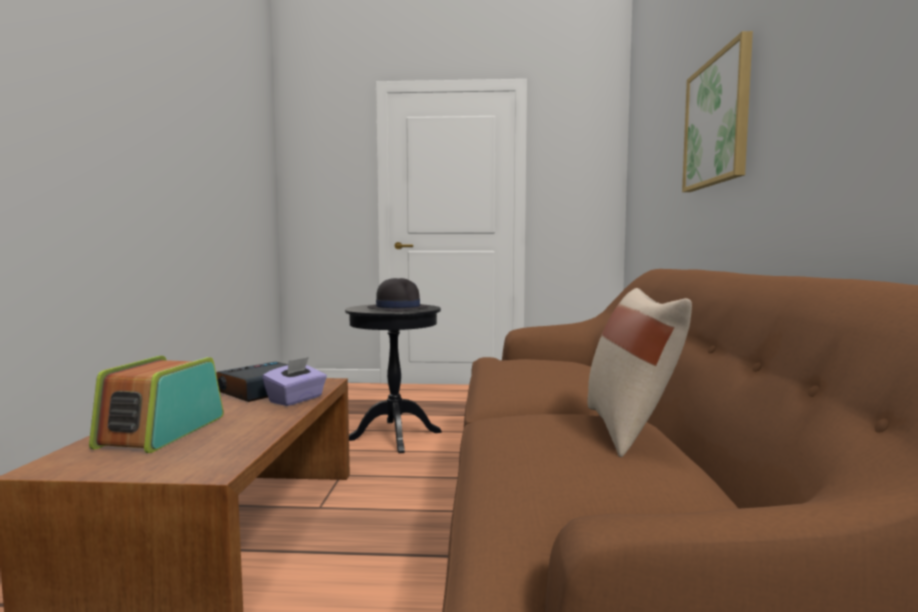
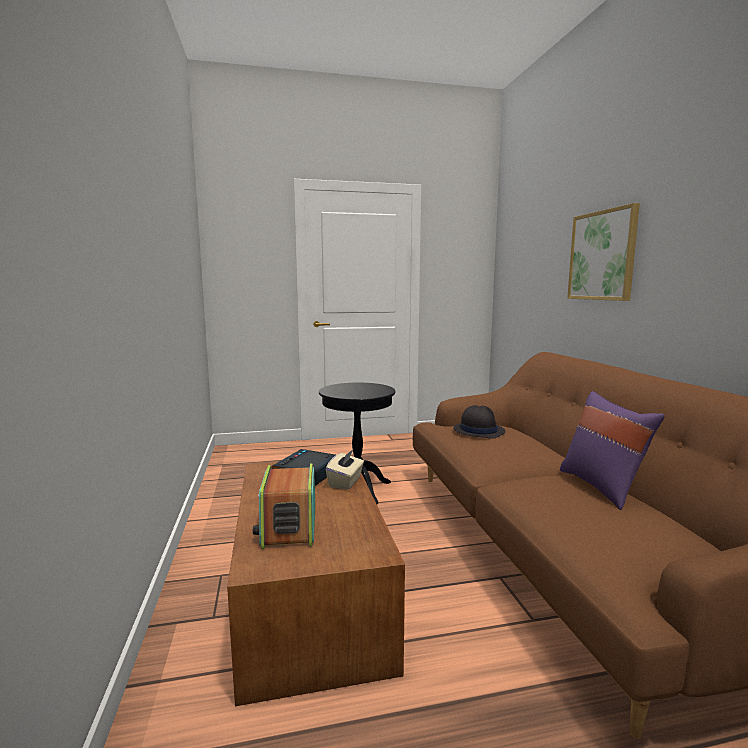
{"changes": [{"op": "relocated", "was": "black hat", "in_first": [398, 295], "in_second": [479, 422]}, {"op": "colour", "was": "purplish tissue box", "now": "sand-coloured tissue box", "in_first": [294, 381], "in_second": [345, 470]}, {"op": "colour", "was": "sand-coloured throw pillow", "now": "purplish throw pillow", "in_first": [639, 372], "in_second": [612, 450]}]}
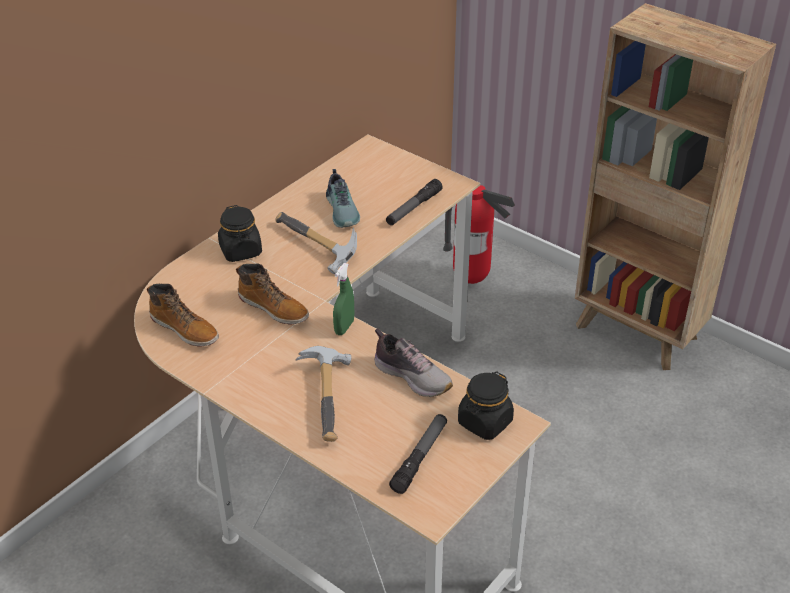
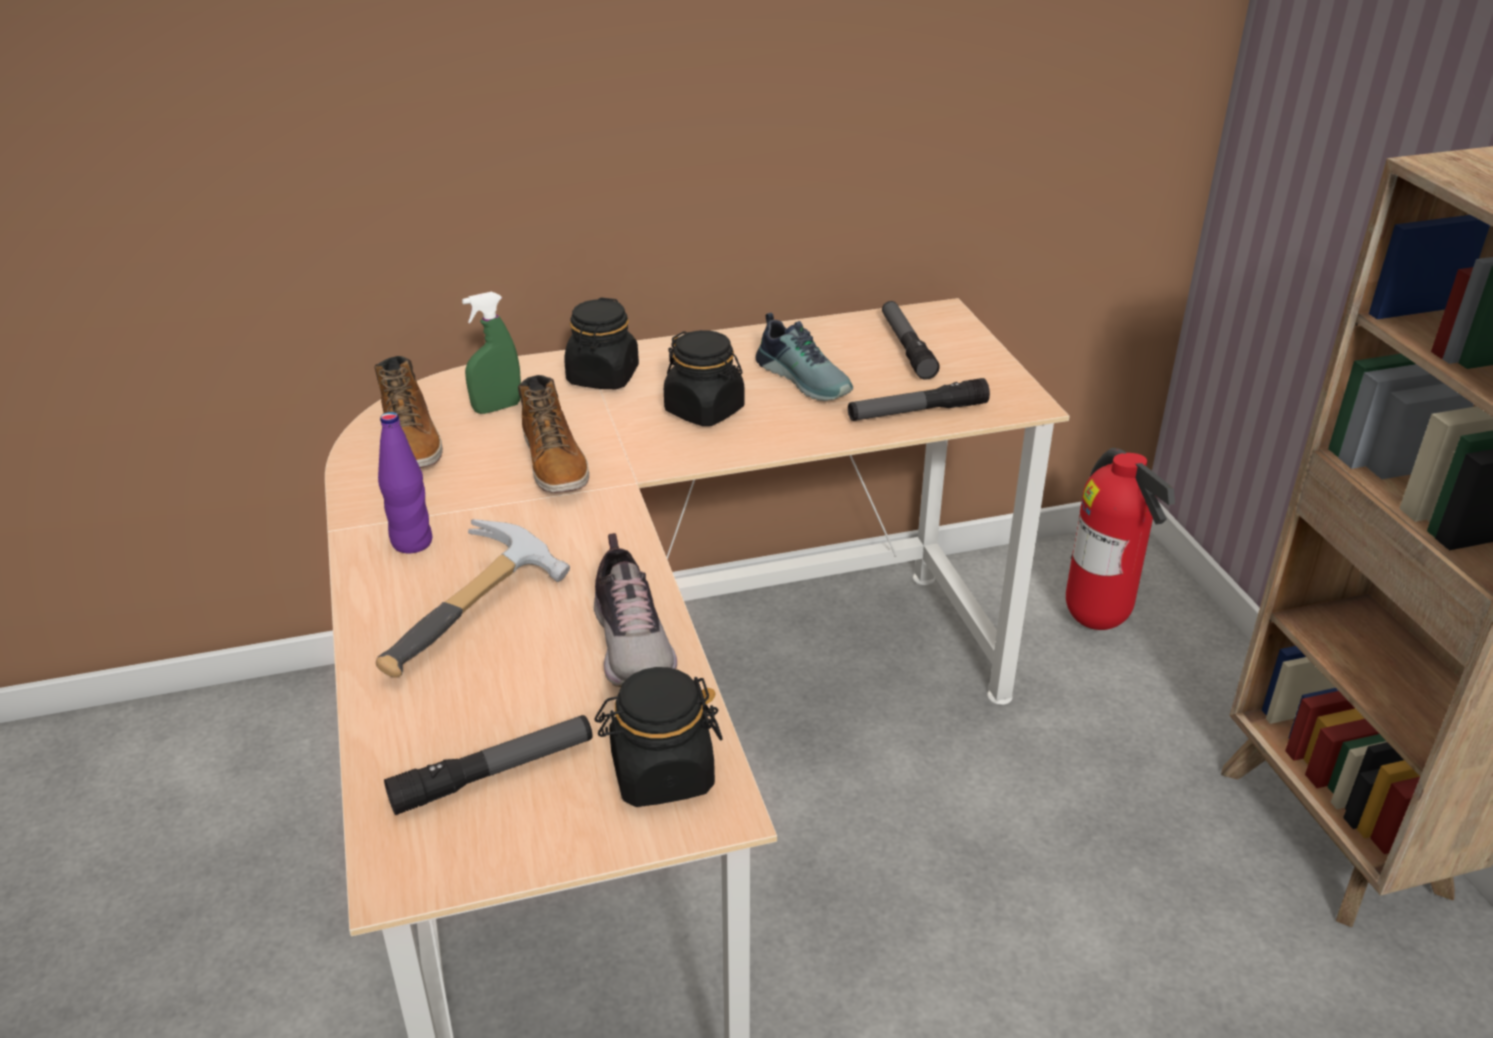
{"changes": [{"op": "appeared", "now": "purplish bottle", "in_second": [405, 482]}, {"op": "appeared", "now": "torch", "in_second": [911, 340]}, {"op": "relocated", "was": "greenish hand sprayer", "in_first": [343, 299], "in_second": [491, 353]}, {"op": "exchanged", "was": "hand hammer", "now": "black preserve jar", "in_first": [316, 243], "in_second": [704, 378]}, {"op": "spun", "was": "item of footwear", "in_first": [343, 198], "in_second": [804, 357], "clockwise": -60}]}
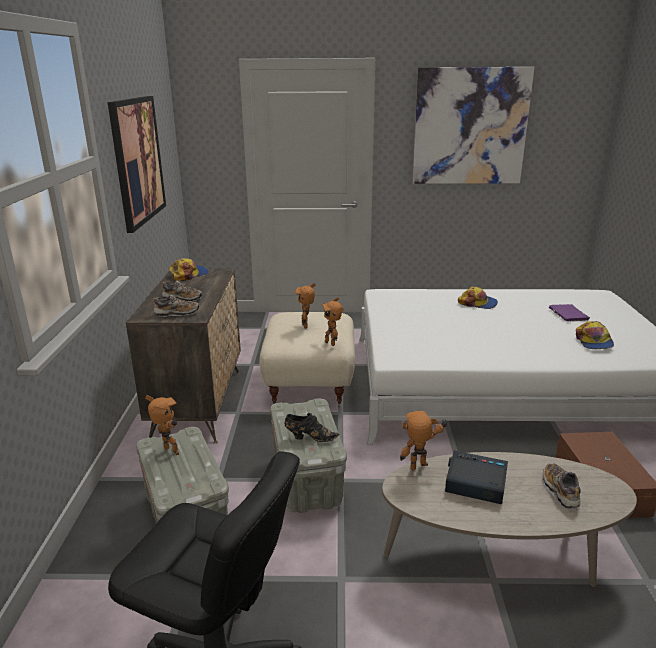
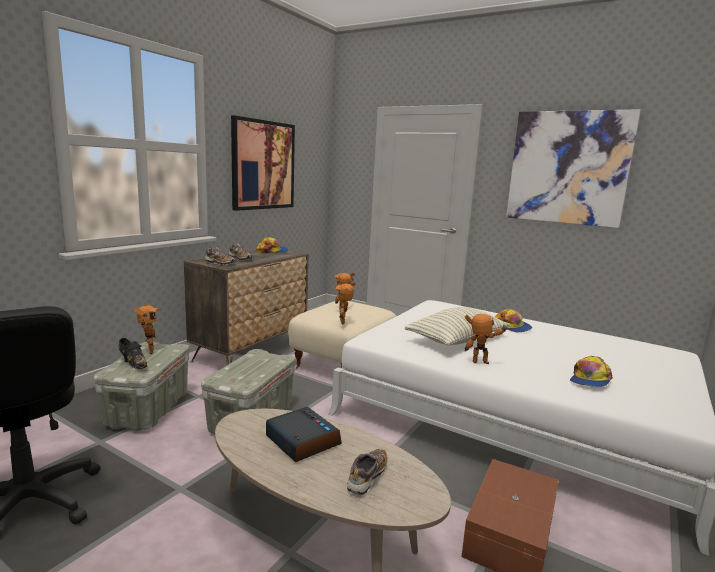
{"changes": [{"op": "missing", "was": "purplish volume", "in_first": [569, 313]}, {"op": "appeared", "now": "throw pillow", "in_second": [457, 326]}, {"op": "relocated", "was": "black item of footwear", "in_first": [312, 427], "in_second": [132, 353]}, {"op": "relocated", "was": "toy robot", "in_first": [424, 441], "in_second": [486, 339]}]}
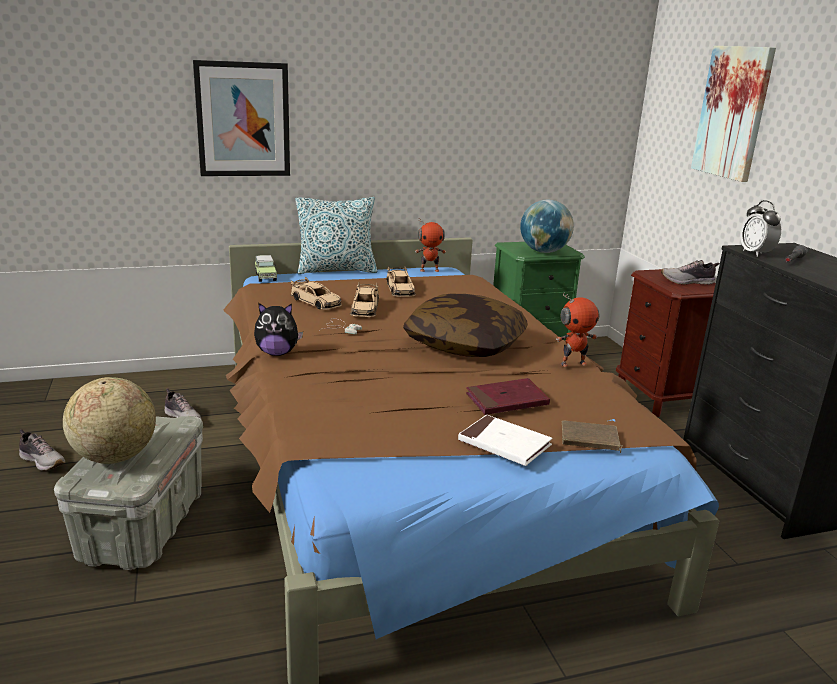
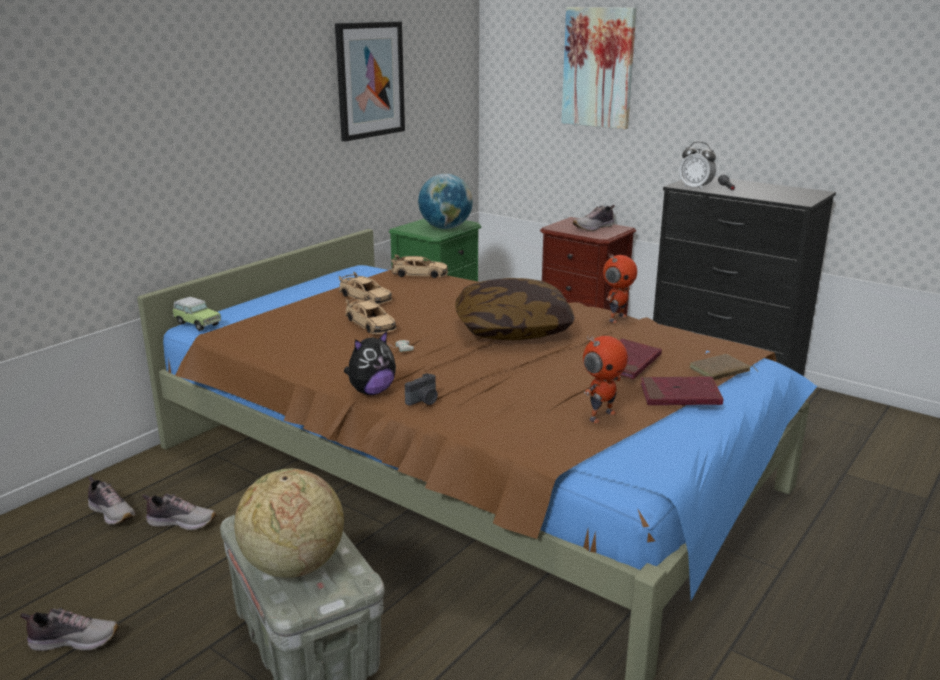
{"changes": [{"op": "missing", "was": "throw pillow", "in_first": [336, 235]}, {"op": "appeared", "now": "item of footwear", "in_second": [111, 500]}, {"op": "appeared", "now": "photo camera", "in_second": [421, 389]}, {"op": "relocated", "was": "wall art", "in_first": [241, 118], "in_second": [370, 81]}, {"op": "relocated", "was": "sand-coloured model car", "in_first": [316, 293], "in_second": [419, 266]}, {"op": "relocated", "was": "toy robot", "in_first": [430, 245], "in_second": [605, 379]}, {"op": "colour", "was": "white volume", "now": "reddish volume", "in_first": [505, 440], "in_second": [682, 390]}]}
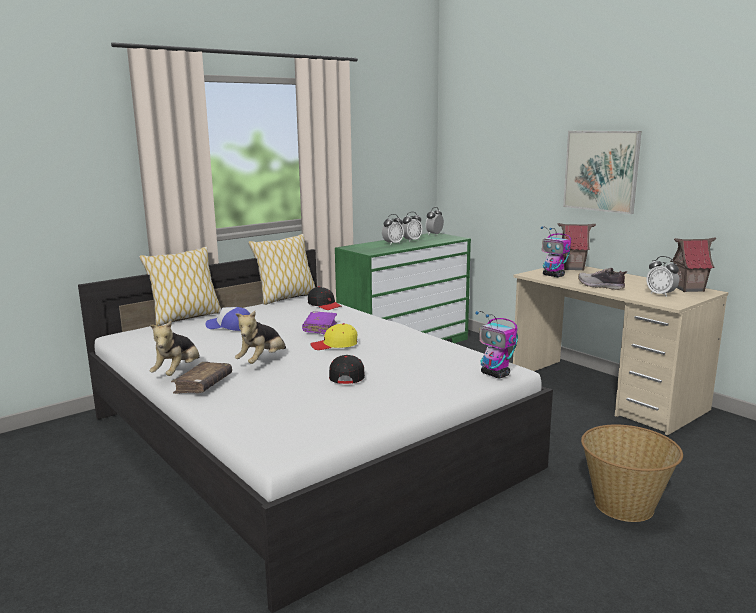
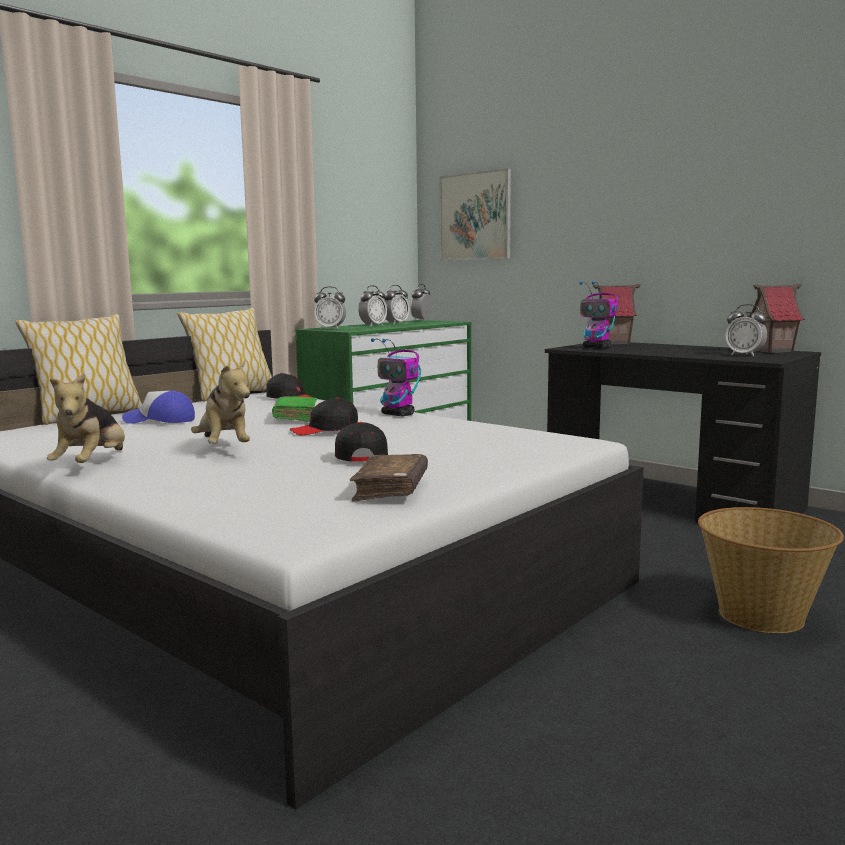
{"changes": [{"op": "missing", "was": "item of footwear", "in_first": [602, 279]}, {"op": "appeared", "now": "table clock", "in_second": [330, 307]}, {"op": "relocated", "was": "brown volume", "in_first": [201, 378], "in_second": [389, 477]}, {"op": "relocated", "was": "toy robot", "in_first": [496, 344], "in_second": [396, 377]}, {"op": "relocated", "was": "wall art", "in_first": [602, 172], "in_second": [475, 214]}, {"op": "colour", "was": "purplish volume", "now": "greenish volume", "in_first": [319, 322], "in_second": [294, 409]}, {"op": "colour", "was": "yellow-coloured peaked cap", "now": "black peaked cap", "in_first": [333, 336], "in_second": [324, 416]}, {"op": "colour", "was": "sand-coloured desk unit", "now": "black desk unit", "in_first": [621, 351], "in_second": [683, 432]}, {"op": "spun", "was": "plush toy", "in_first": [260, 337], "in_second": [220, 402], "clockwise": -45}]}
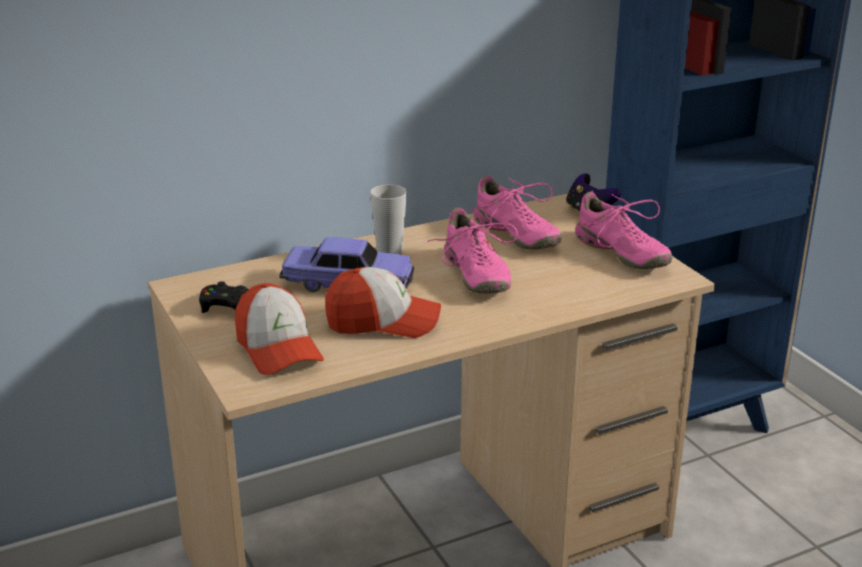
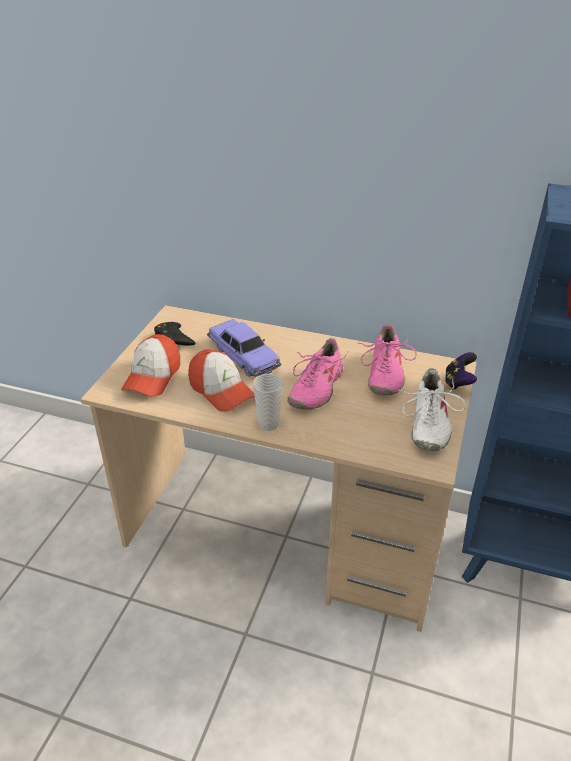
{"changes": [{"op": "relocated", "was": "small cup", "in_first": [388, 219], "in_second": [268, 402]}, {"op": "colour", "was": "pink-coloured item of footwear", "now": "white item of footwear", "in_first": [624, 230], "in_second": [432, 409]}]}
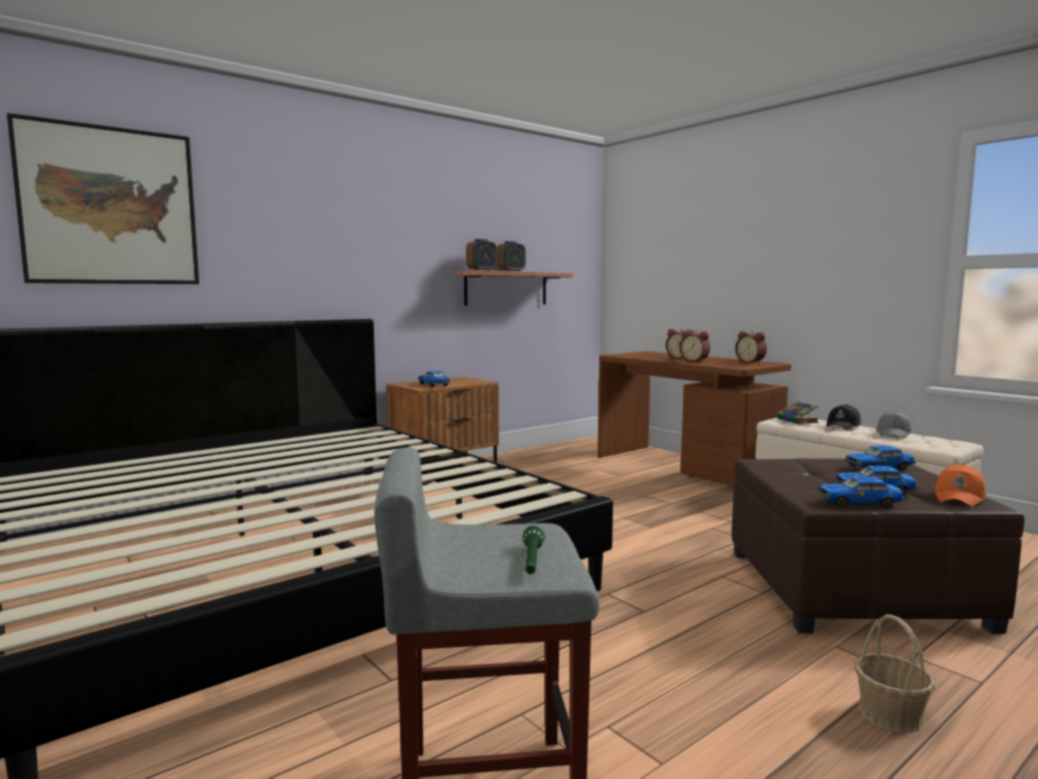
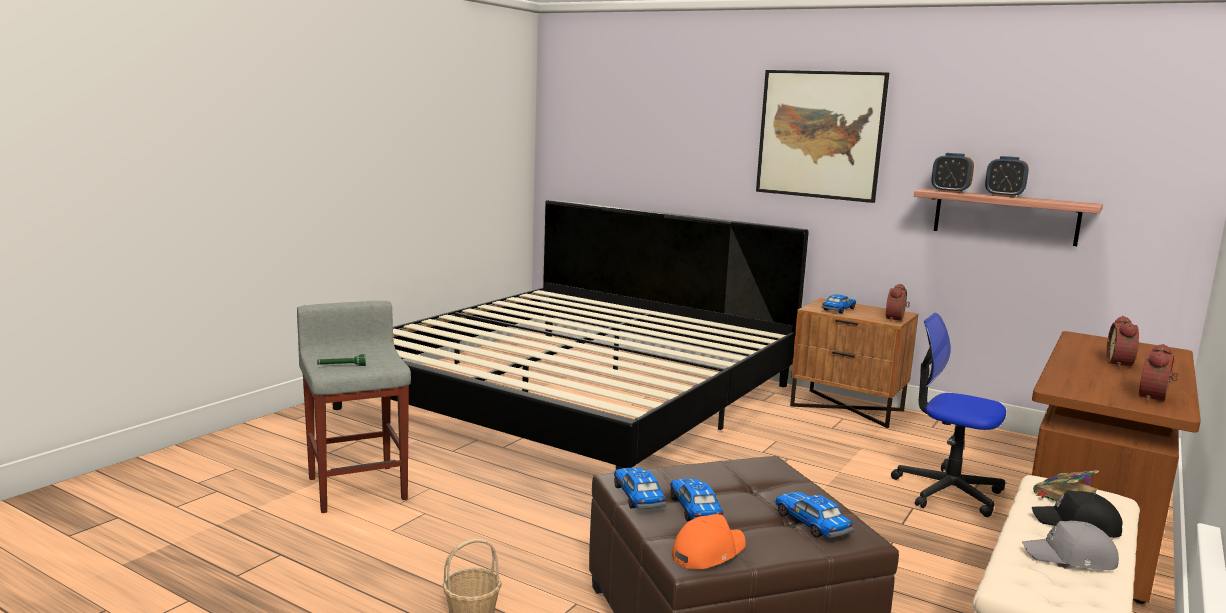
{"changes": [{"op": "appeared", "now": "office chair", "in_second": [948, 415]}, {"op": "relocated", "was": "wall art", "in_first": [103, 198], "in_second": [822, 136]}, {"op": "relocated", "was": "table clock", "in_first": [694, 346], "in_second": [898, 303]}, {"op": "spun", "was": "orangey peaked cap", "in_first": [960, 485], "in_second": [709, 541], "clockwise": 120}]}
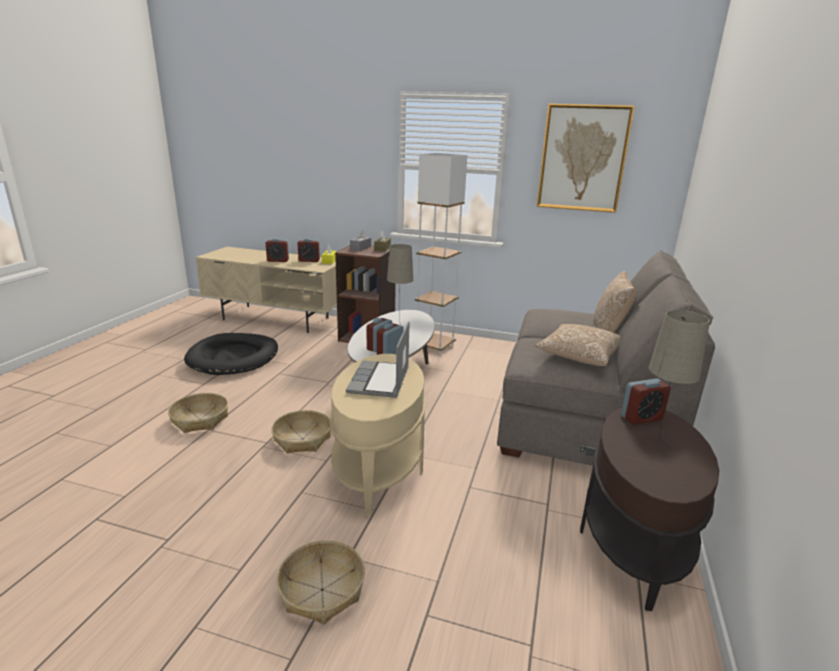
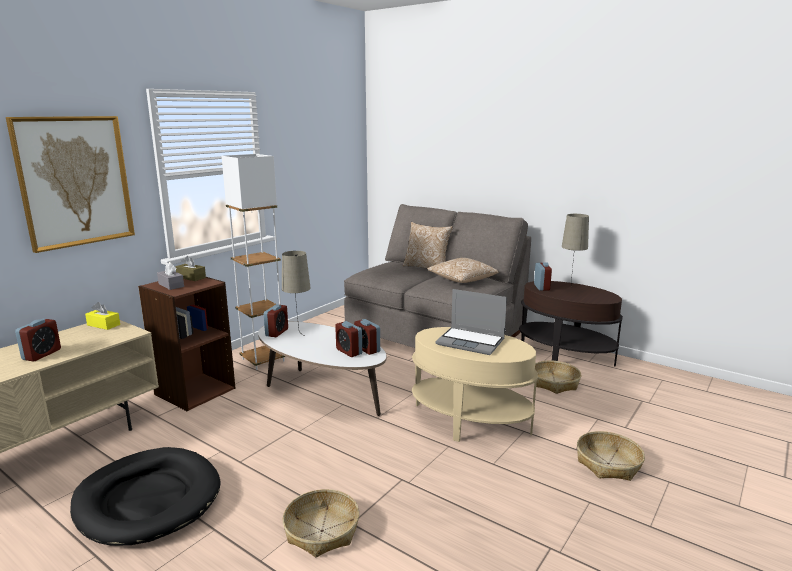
{"changes": [{"op": "relocated", "was": "storage basket", "in_first": [301, 432], "in_second": [558, 377]}, {"op": "relocated", "was": "table clock", "in_first": [309, 250], "in_second": [276, 320]}, {"op": "relocated", "was": "wall art", "in_first": [586, 158], "in_second": [70, 184]}]}
